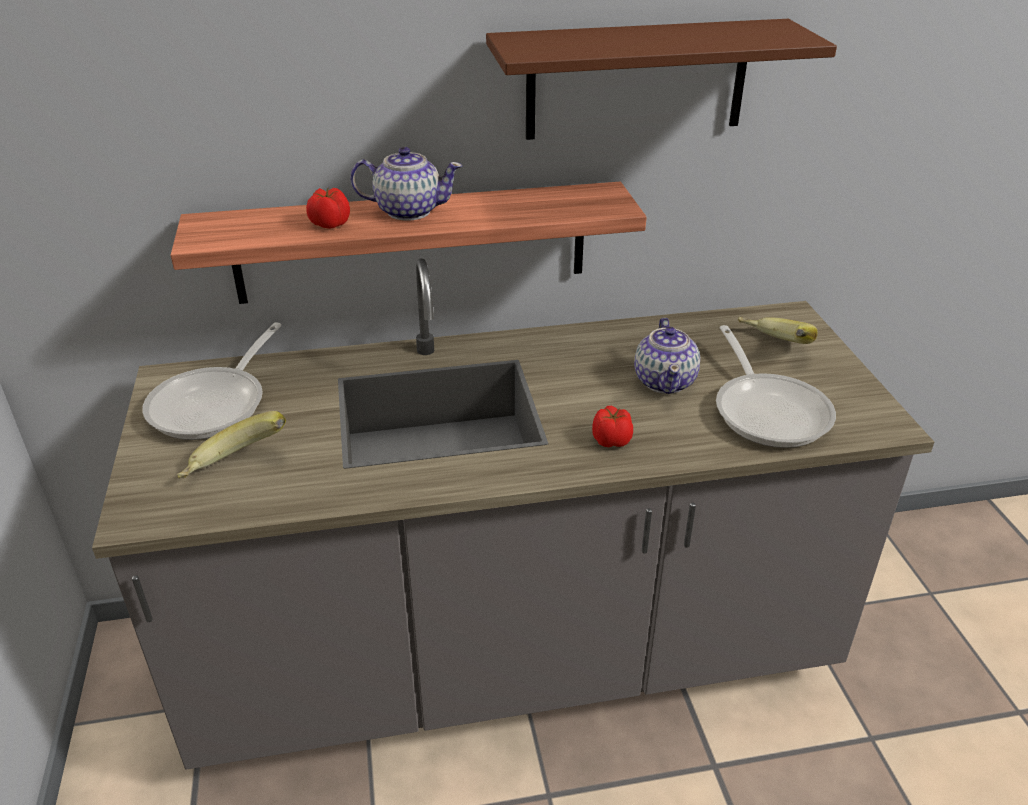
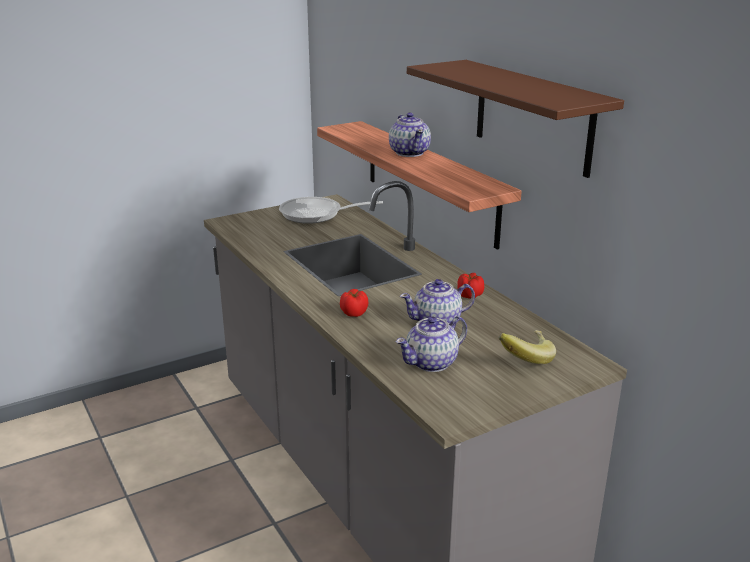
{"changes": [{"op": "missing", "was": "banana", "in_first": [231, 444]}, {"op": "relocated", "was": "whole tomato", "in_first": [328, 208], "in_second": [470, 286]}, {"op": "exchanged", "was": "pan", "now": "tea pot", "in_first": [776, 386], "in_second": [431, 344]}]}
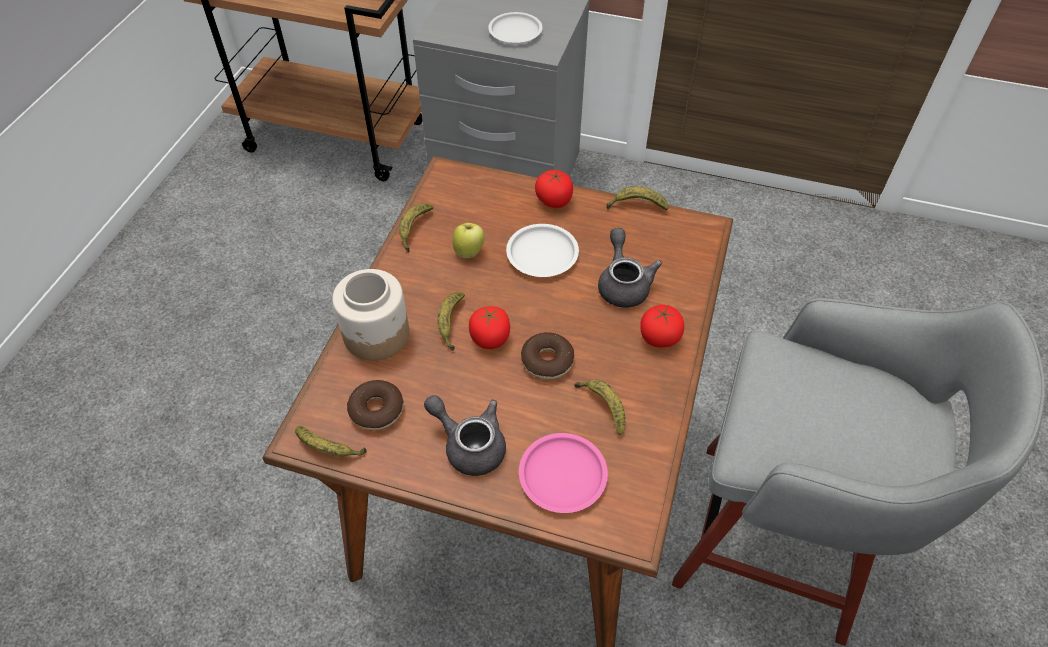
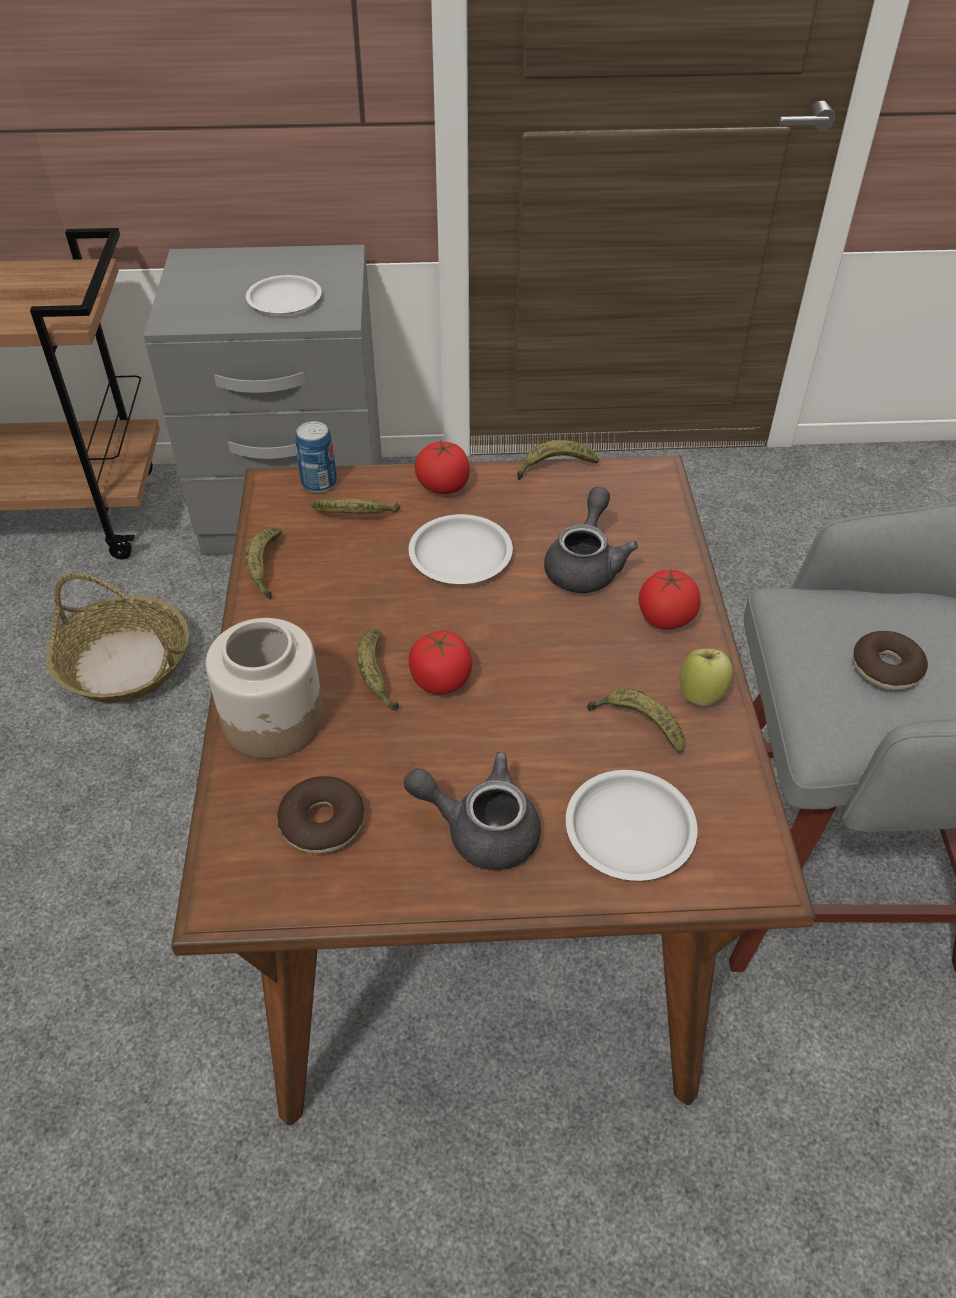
{"changes": [{"op": "appeared", "now": "storage basket", "in_second": [117, 638]}, {"op": "appeared", "now": "metal can", "in_second": [316, 457]}, {"op": "relocated", "was": "banana", "in_first": [331, 441], "in_second": [355, 506]}, {"op": "relocated", "was": "whole apple", "in_first": [469, 240], "in_second": [706, 677]}, {"op": "relocated", "was": "doughnut", "in_first": [547, 356], "in_second": [890, 661]}, {"op": "colour", "was": "pink-coloured dinner plate", "now": "white dinner plate", "in_first": [563, 473], "in_second": [632, 825]}, {"op": "spun", "was": "greyish tea pot", "in_first": [630, 268], "in_second": [591, 540], "clockwise": 45}]}
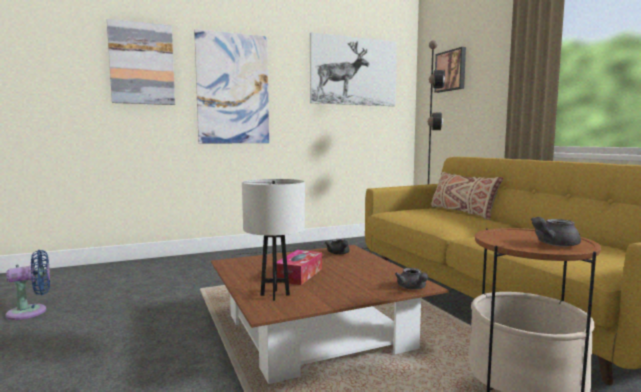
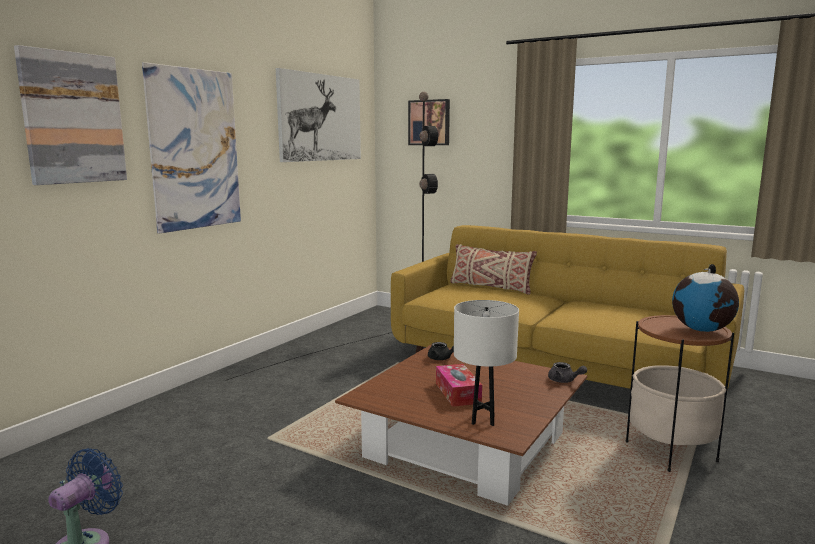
{"changes": [{"op": "exchanged", "was": "greyish tea pot", "now": "world globe", "in_first": [556, 232], "in_second": [705, 298]}]}
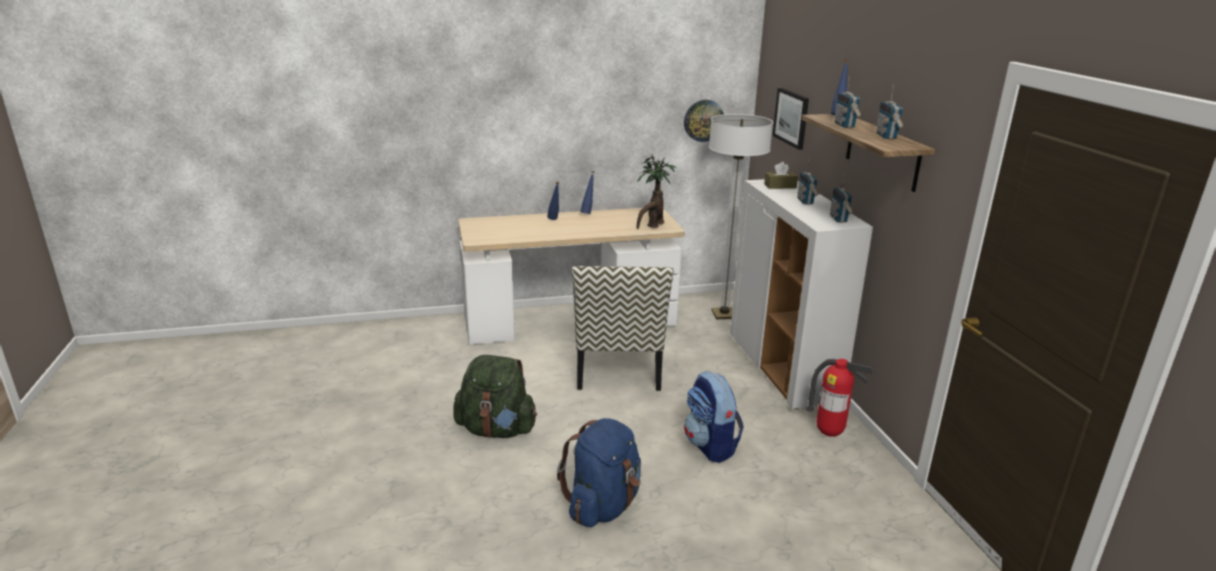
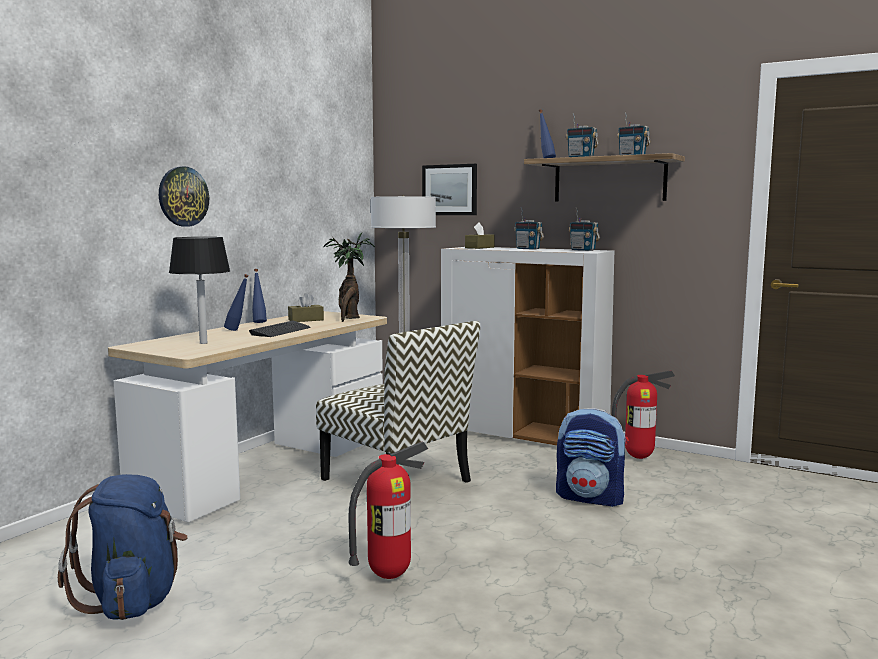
{"changes": [{"op": "appeared", "now": "black lamp for a table", "in_second": [199, 290]}, {"op": "appeared", "now": "PC keyboard", "in_second": [280, 329]}, {"op": "appeared", "now": "brown tissue box", "in_second": [306, 307]}, {"op": "relocated", "was": "blue rucksack", "in_first": [599, 472], "in_second": [123, 547]}, {"op": "relocated", "was": "clock on the wall", "in_first": [704, 121], "in_second": [184, 196]}, {"op": "exchanged", "was": "greenish rucksack", "now": "fire extinguisher", "in_first": [495, 396], "in_second": [388, 510]}]}
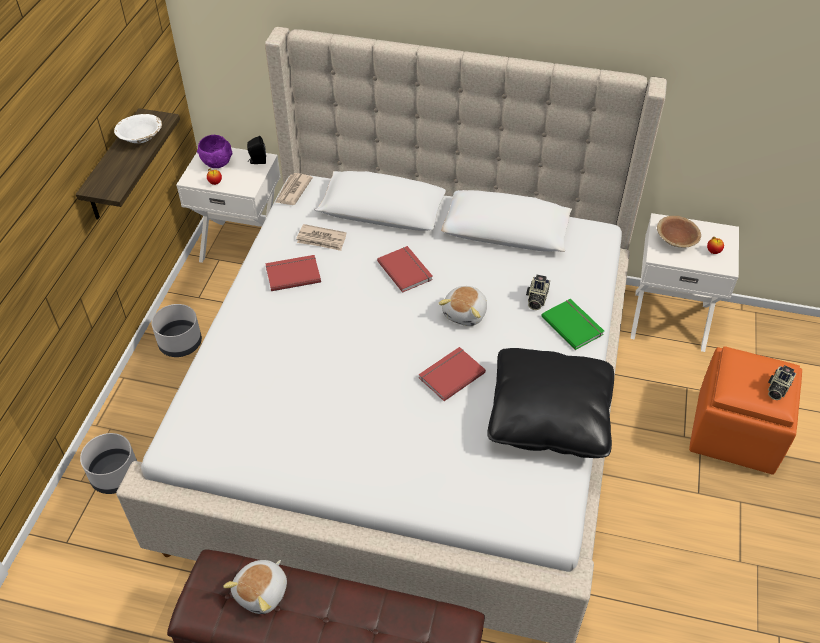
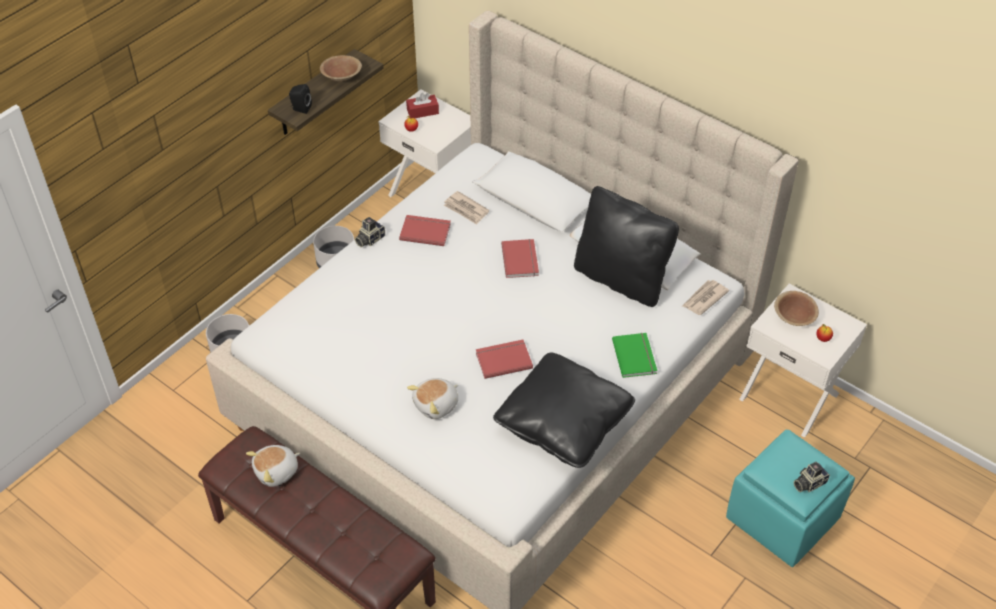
{"changes": [{"op": "appeared", "now": "black throw pillow", "in_second": [626, 246]}, {"op": "relocated", "was": "black audio speaker", "in_first": [256, 150], "in_second": [300, 99]}, {"op": "relocated", "was": "daily paper", "in_first": [294, 189], "in_second": [705, 297]}, {"op": "relocated", "was": "plush toy", "in_first": [462, 306], "in_second": [432, 398]}, {"op": "relocated", "was": "photo camera", "in_first": [538, 292], "in_second": [370, 232]}, {"op": "exchanged", "was": "purplish bowl", "now": "reddish tissue box", "in_first": [214, 151], "in_second": [422, 105]}, {"op": "colour", "was": "white bowl", "now": "brown bowl", "in_first": [138, 128], "in_second": [341, 68]}, {"op": "colour", "was": "orangey footrest", "now": "turquoise-coloured footrest", "in_first": [745, 410], "in_second": [790, 498]}]}
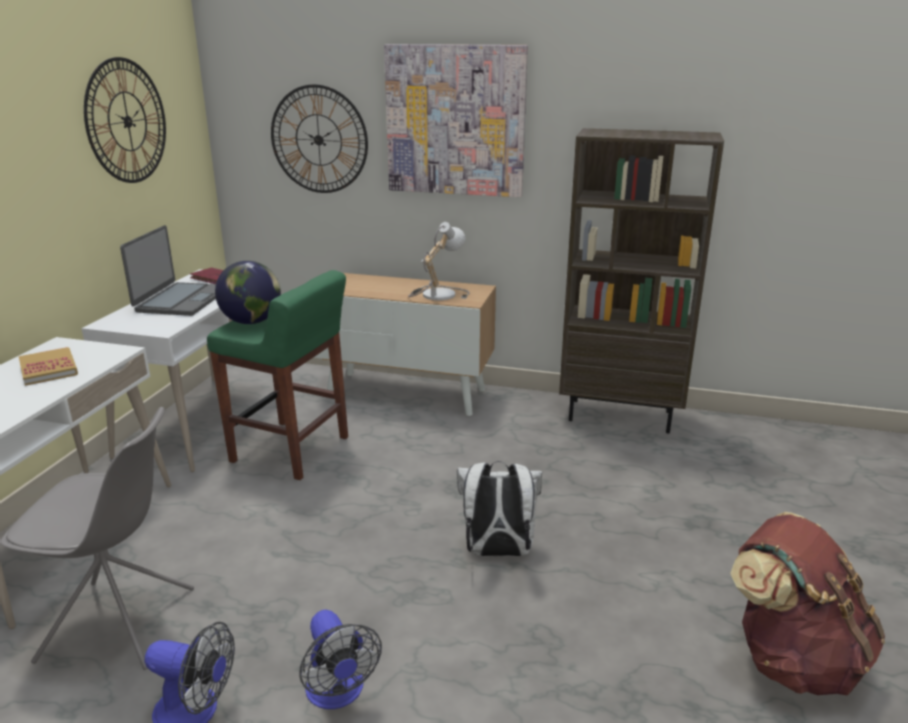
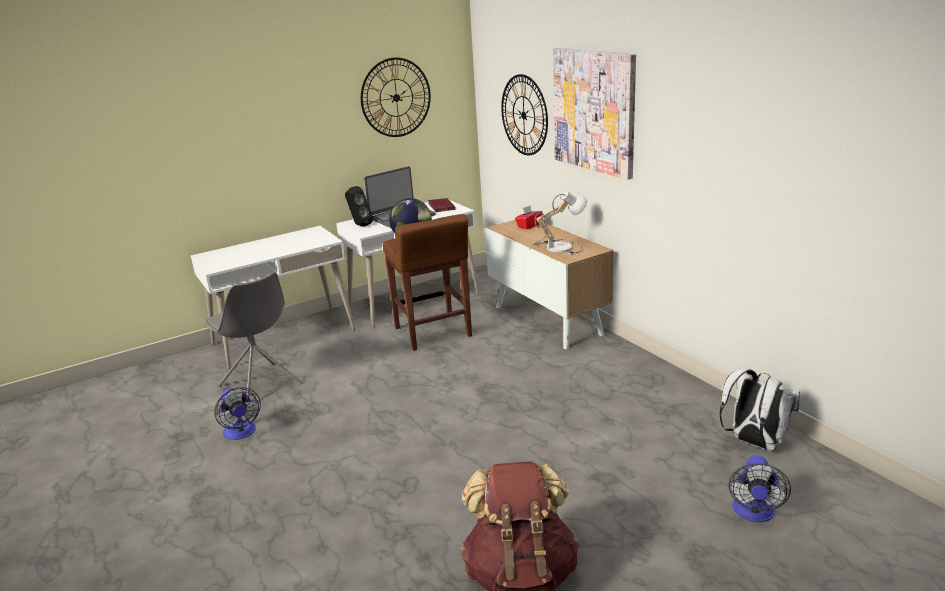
{"changes": [{"op": "missing", "was": "volume", "in_first": [48, 366]}, {"op": "missing", "was": "brown bookcase", "in_first": [641, 281]}, {"op": "appeared", "now": "black audio speaker", "in_second": [359, 206]}, {"op": "appeared", "now": "reddish tissue box", "in_second": [529, 217]}, {"op": "relocated", "was": "fan", "in_first": [340, 659], "in_second": [760, 488]}, {"op": "relocated", "was": "white rucksack", "in_first": [499, 508], "in_second": [759, 409]}, {"op": "colour", "was": "greenish stool seat", "now": "brown stool seat", "in_first": [277, 375], "in_second": [427, 282]}]}
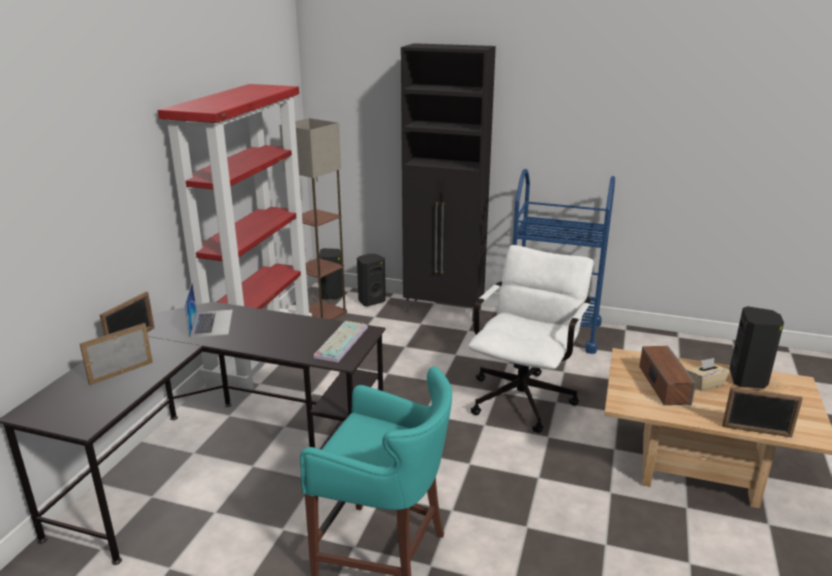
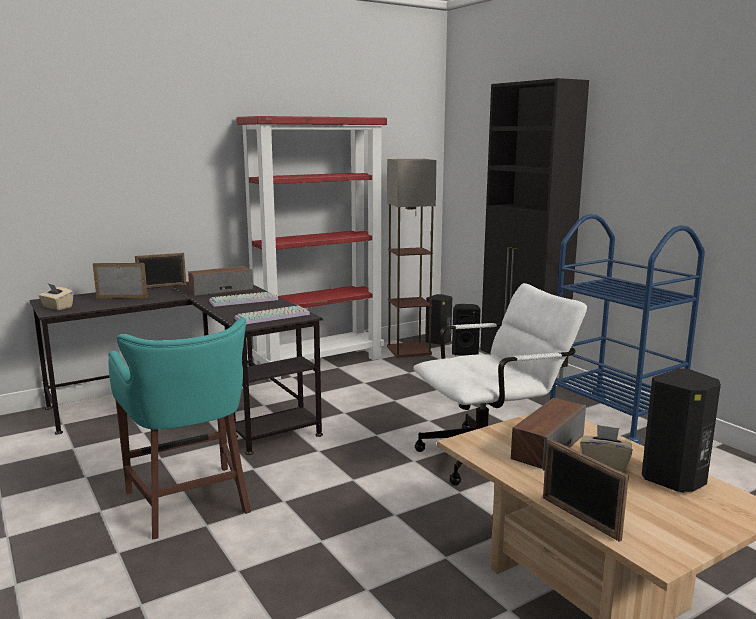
{"changes": [{"op": "appeared", "now": "sand-coloured tissue box", "in_second": [55, 297]}, {"op": "appeared", "now": "PC keyboard", "in_second": [243, 299]}, {"op": "exchanged", "was": "portable computer", "now": "audio speaker", "in_first": [208, 310], "in_second": [220, 281]}]}
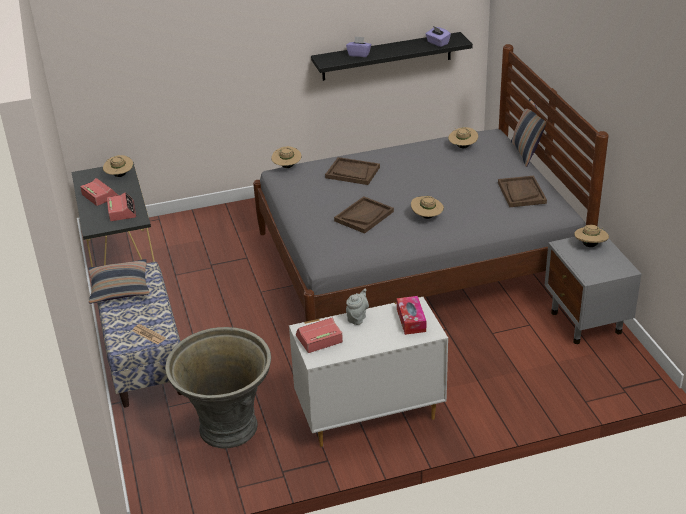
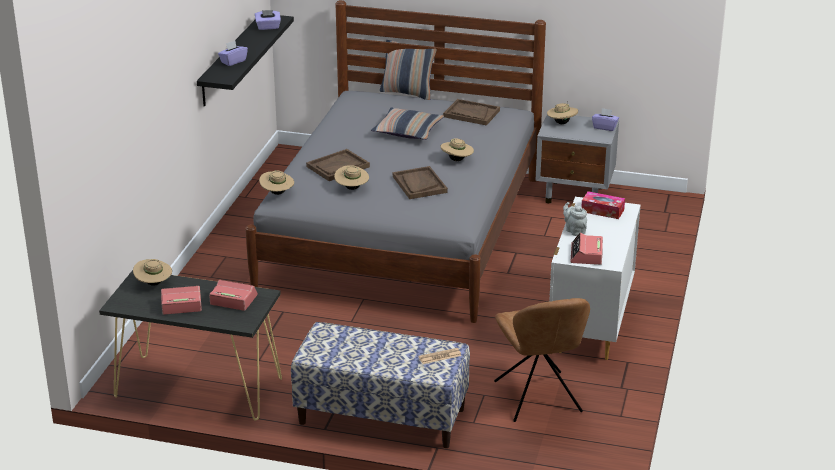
{"changes": [{"op": "appeared", "now": "purplish tissue box", "in_second": [605, 119]}, {"op": "relocated", "was": "throw pillow", "in_first": [119, 281], "in_second": [407, 124]}, {"op": "relocated", "was": "sand-coloured hat", "in_first": [463, 137], "in_second": [351, 177]}, {"op": "exchanged", "was": "greyish plant pot", "now": "brown chair", "in_first": [218, 387], "in_second": [542, 360]}]}
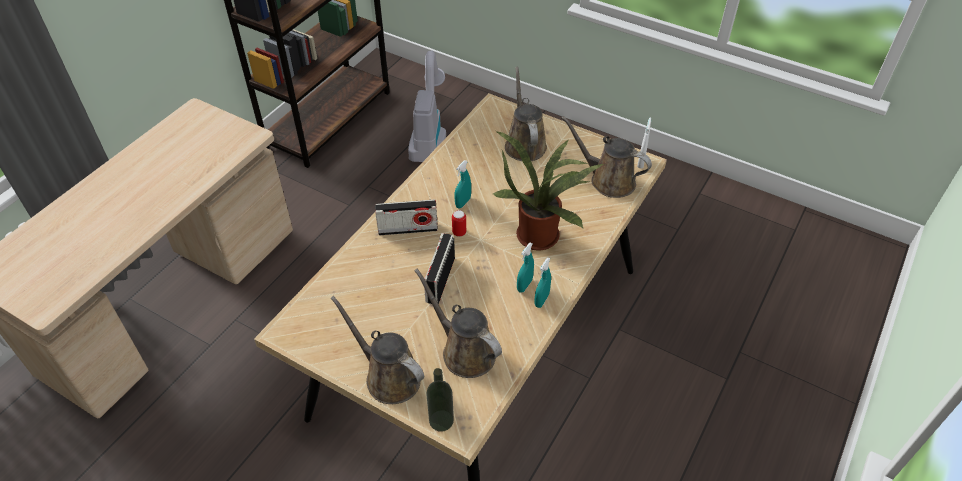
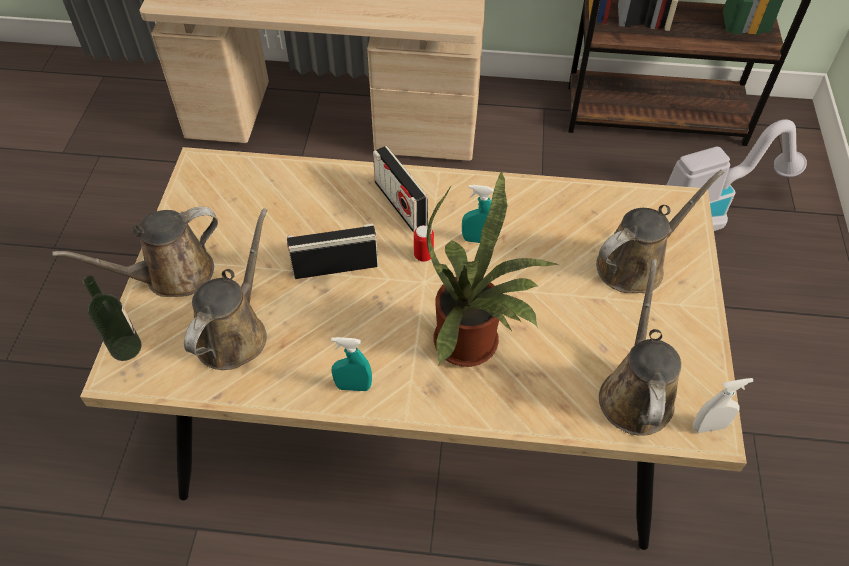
{"changes": [{"op": "missing", "was": "turquoise-coloured hand sprayer", "in_first": [525, 268]}, {"op": "spun", "was": "brown sprinkling can", "in_first": [377, 350], "in_second": [135, 252], "clockwise": -135}]}
